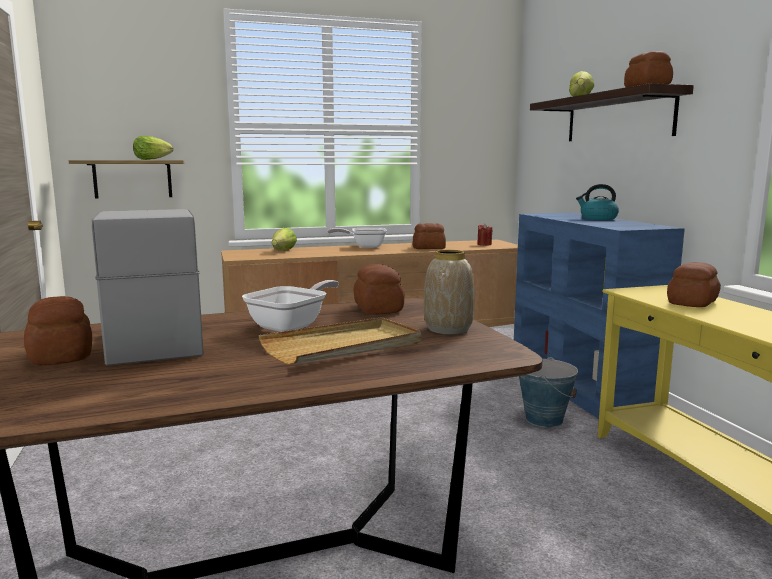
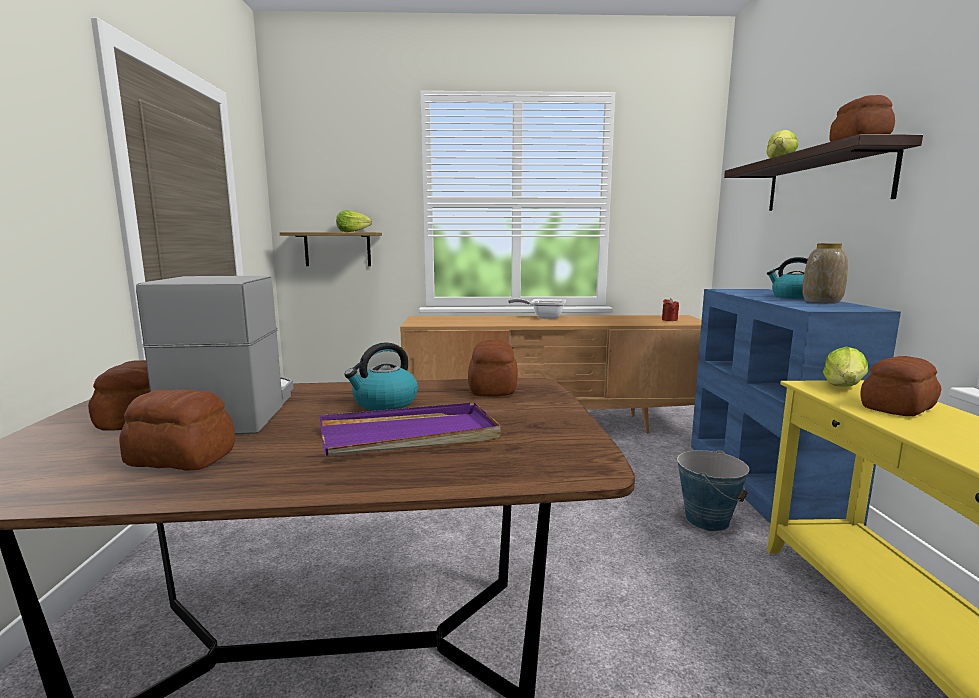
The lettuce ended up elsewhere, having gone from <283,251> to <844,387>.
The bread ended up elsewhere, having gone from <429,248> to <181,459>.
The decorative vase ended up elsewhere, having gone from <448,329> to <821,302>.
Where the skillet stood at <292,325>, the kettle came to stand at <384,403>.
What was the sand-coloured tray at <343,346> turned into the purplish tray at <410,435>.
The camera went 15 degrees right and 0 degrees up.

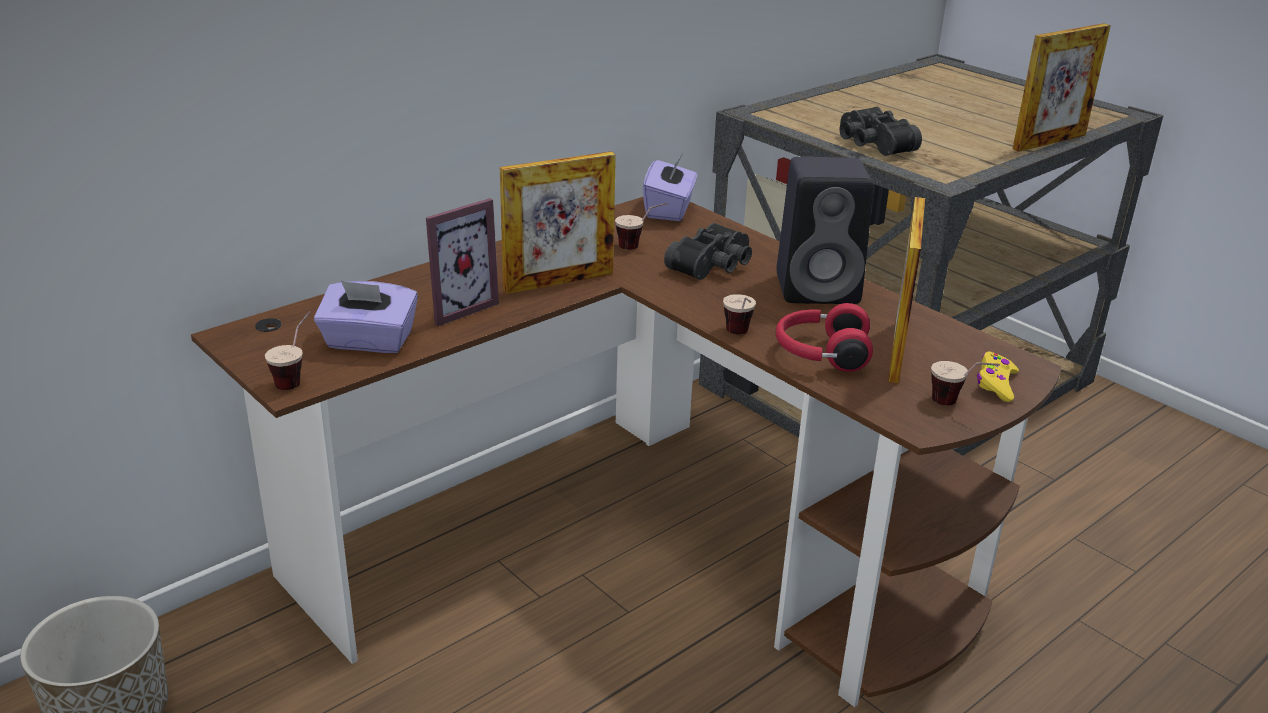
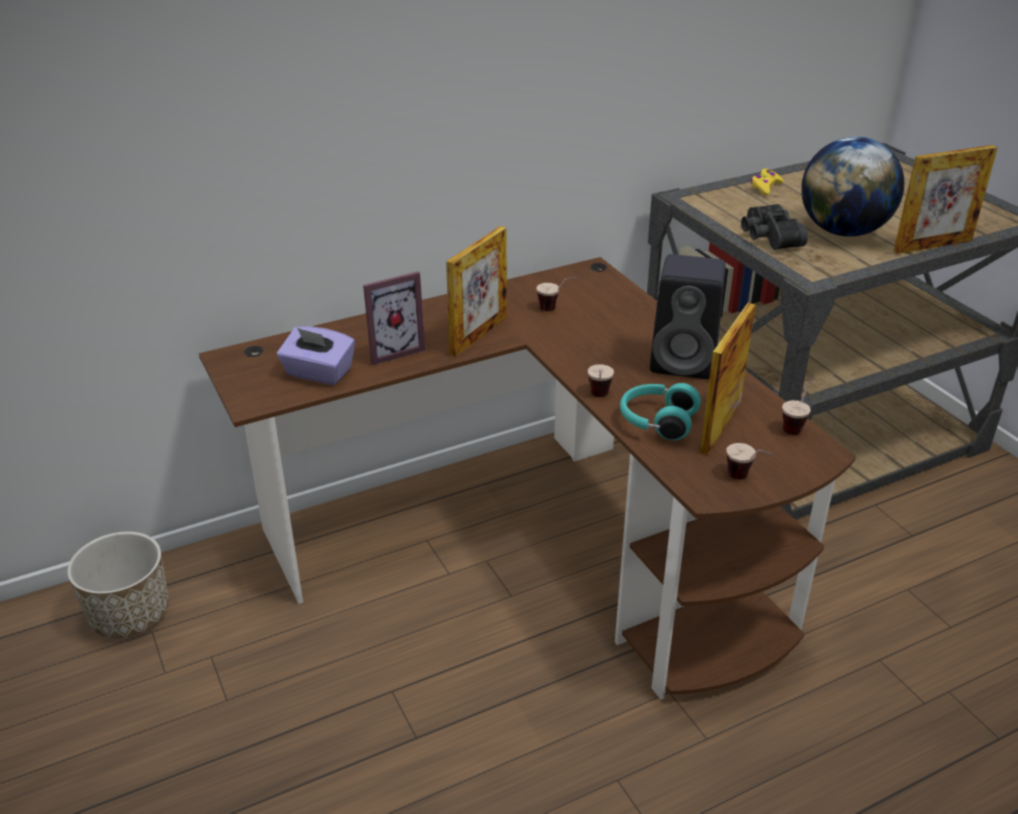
The second view lost the purplish tissue holder at <669,209>.
The second view lost the black-coloured binoculars at <714,266>.
The second view gained the desk globe at <843,231>.
The drinking cup ended up elsewhere, having gone from <296,377> to <796,424>.
The yellowish gamepad ended up elsewhere, having gone from <995,384> to <765,187>.
What was the red headphones at <820,354> turned into the turquoise-coloured headphones at <656,422>.
The standing frame at <558,282> ended up facing another way, 45 degrees counterclockwise from before.
The camera went 15 degrees right and 5 degrees up.

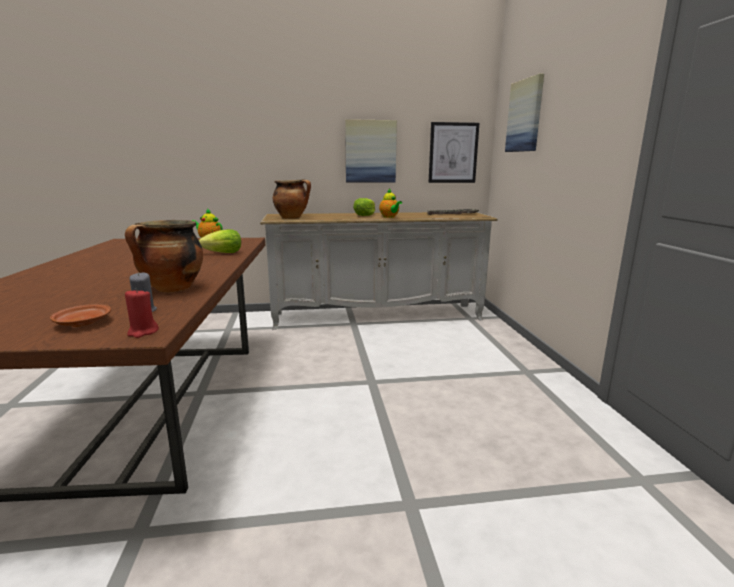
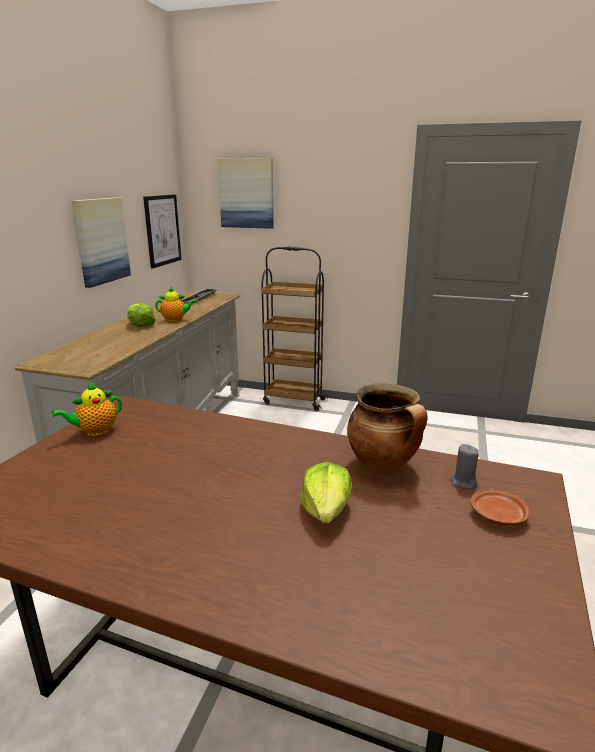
The second view lost the red wax candle at <142,332>.
The second view lost the stockpot at <292,218>.
The second view gained the brown wheeled cart at <294,401>.
The lettuce ended up elsewhere, having gone from <223,253> to <326,510>.
The camera went 65 degrees left and 5 degrees up.

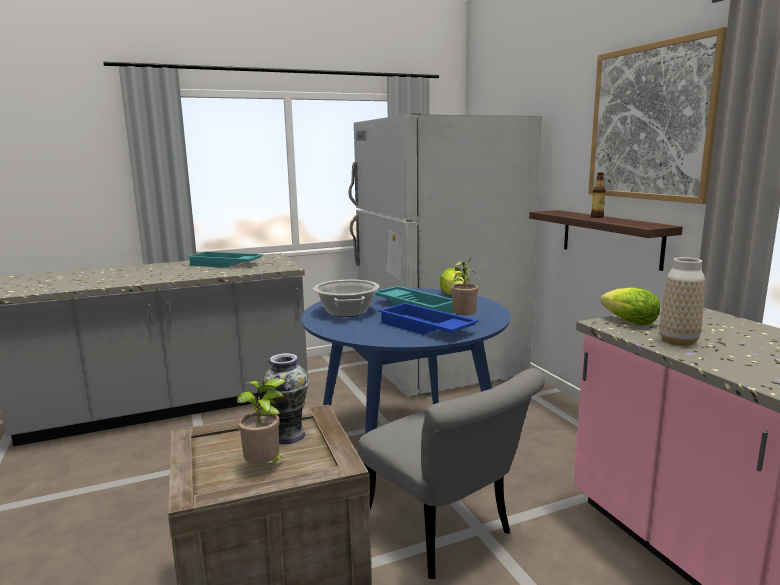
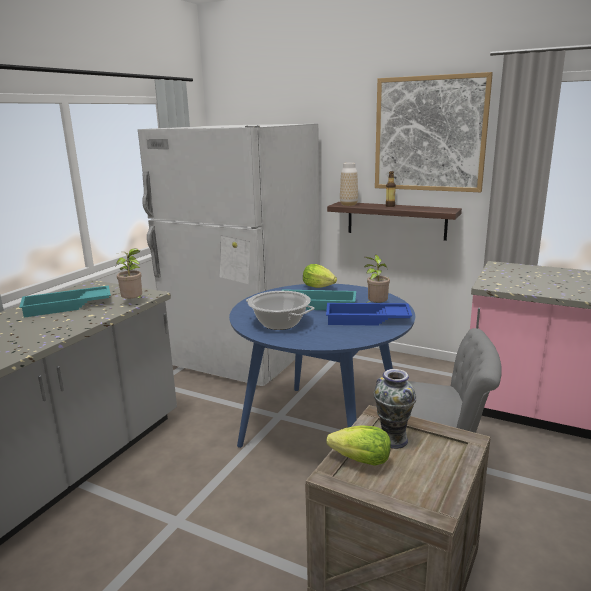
The potted plant ended up elsewhere, having gone from <265,467> to <134,302>.
The lettuce ended up elsewhere, having gone from <629,322> to <361,461>.
The decorative vase ended up elsewhere, having gone from <678,341> to <348,204>.
The camera went 40 degrees left and 5 degrees up.

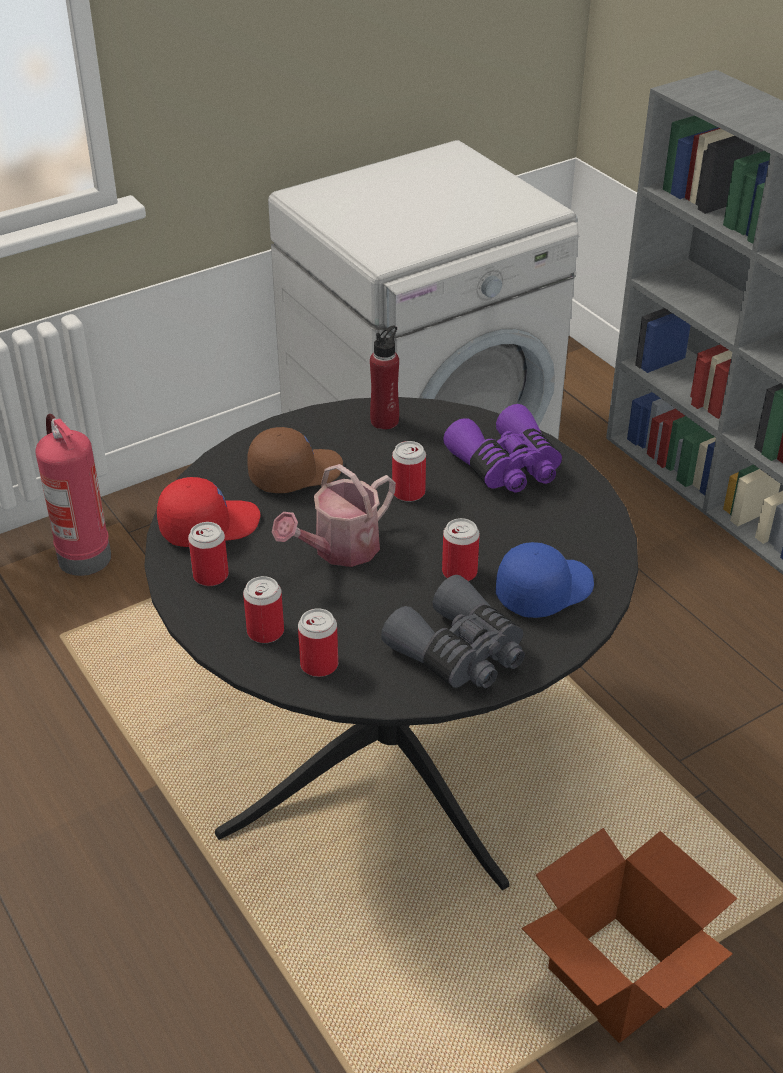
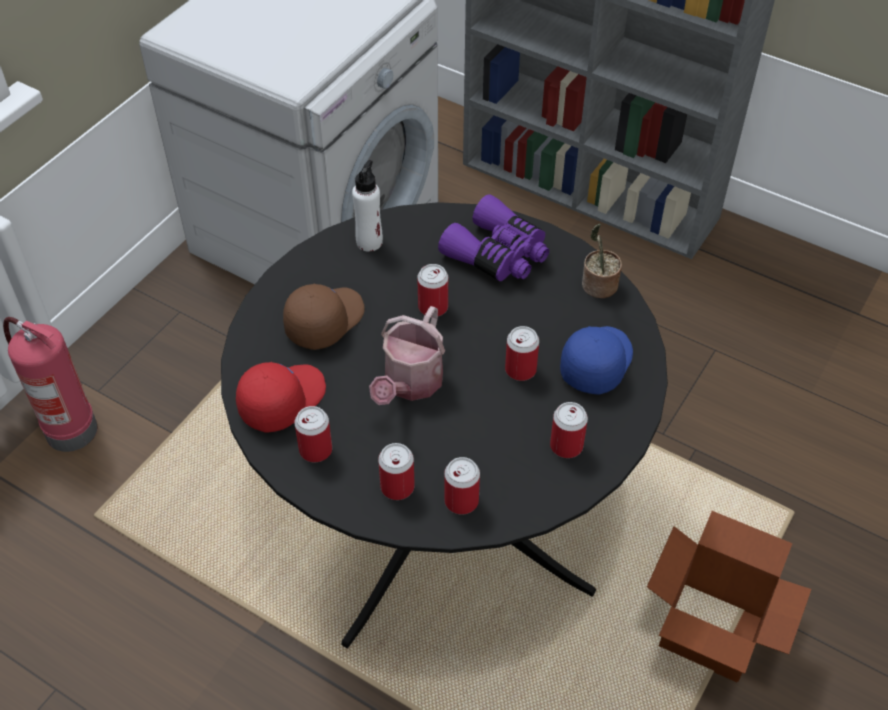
The second view gained the potted plant at <598,286>.
Where the gray binoculars stood at <460,653>, the sealed can came to stand at <566,446>.
What was the red beverage bottle at <384,421> turned into the white beverage bottle at <369,242>.
The camera went 25 degrees left and 10 degrees up.

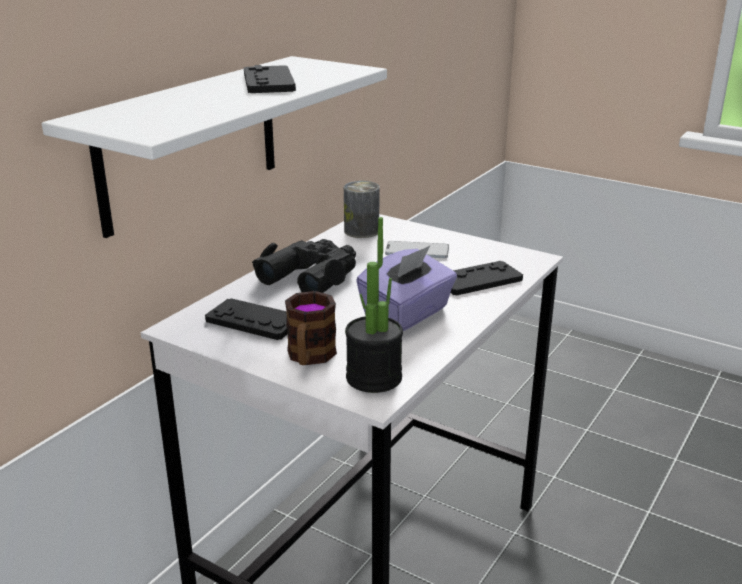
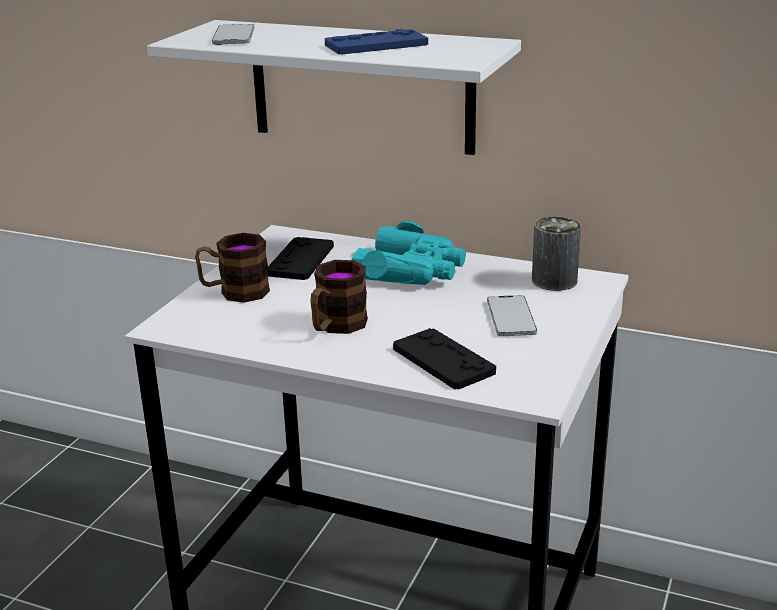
The second view lost the potted plant at <374,378>.
The second view gained the phone at <233,36>.
Where the purplish tissue holder stood at <407,314>, the tea mug came to stand at <336,327>.
What was the black-coloured gamepad at <268,82> turned into the blue gamepad at <376,45>.
What was the black-coloured binoculars at <312,275> turned into the turquoise-coloured binoculars at <411,271>.
The camera went 80 degrees right and 0 degrees up.

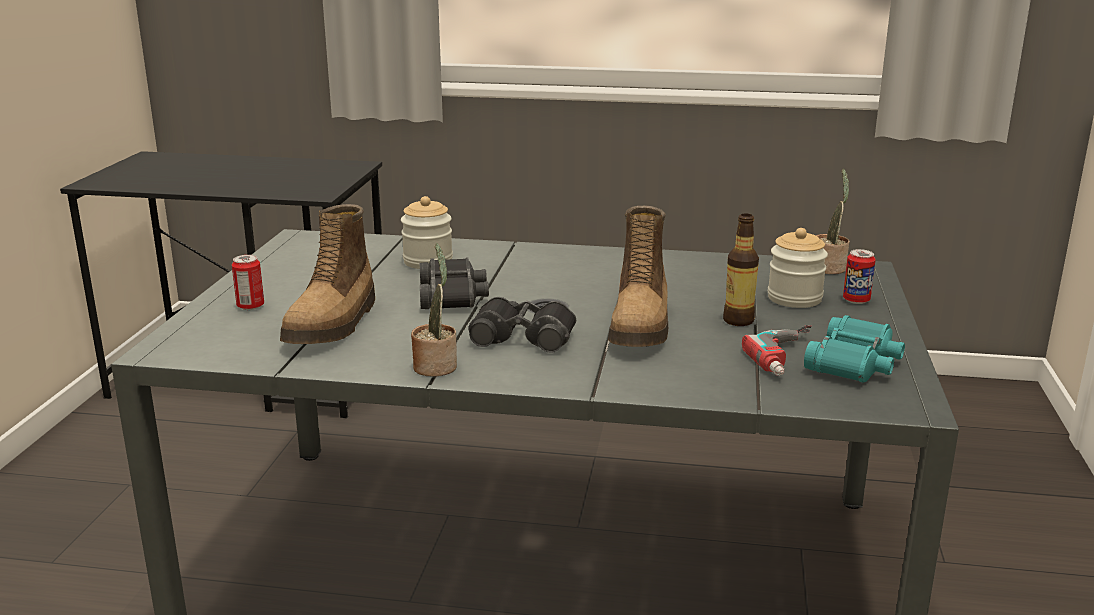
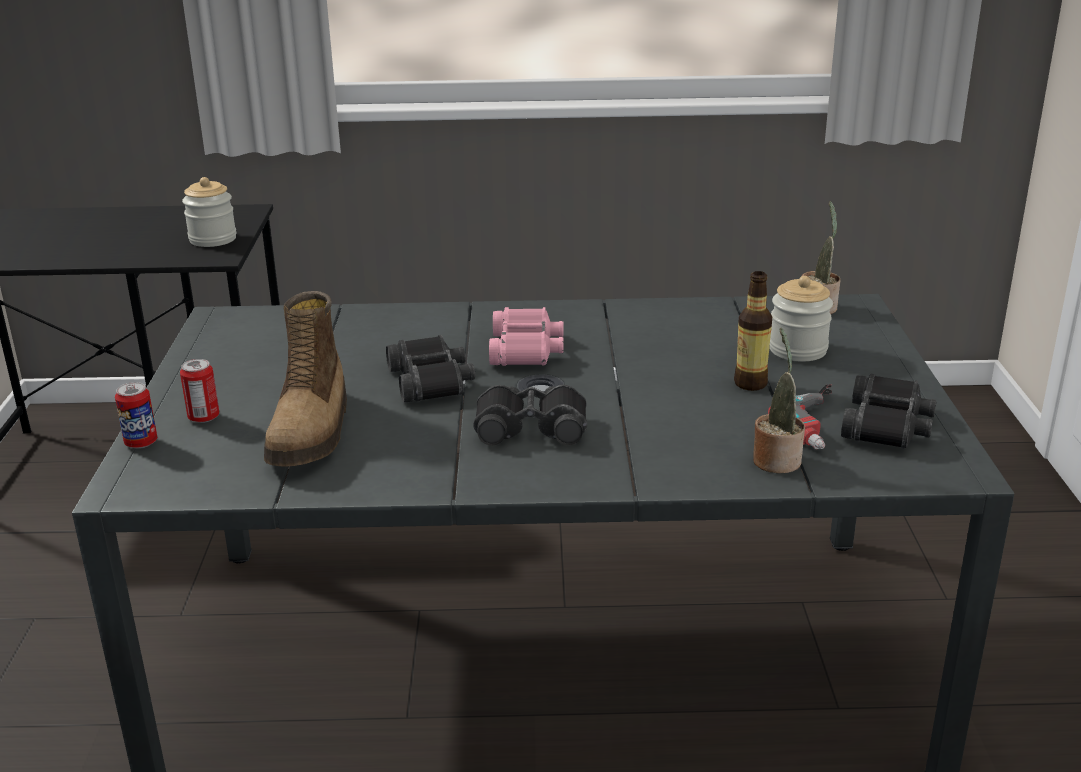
The second view lost the boot at <641,326>.
The second view gained the pink binoculars at <527,350>.
The storage jar ended up elsewhere, having gone from <428,261> to <213,239>.
The potted plant ended up elsewhere, having gone from <436,365> to <776,459>.
The sealed can ended up elsewhere, having gone from <856,300> to <141,443>.
What was the turquoise-coloured binoculars at <855,364> turned into the black-coloured binoculars at <887,425>.
The camera went 10 degrees left and 5 degrees up.

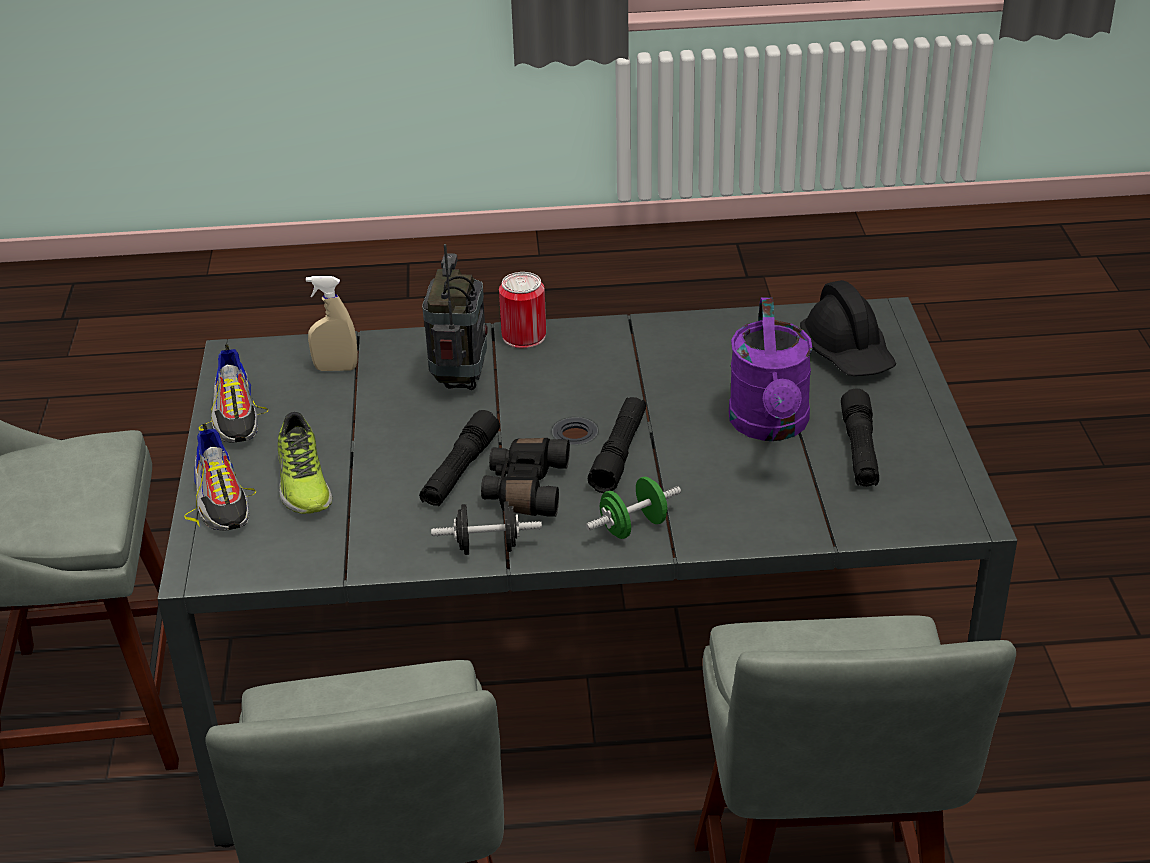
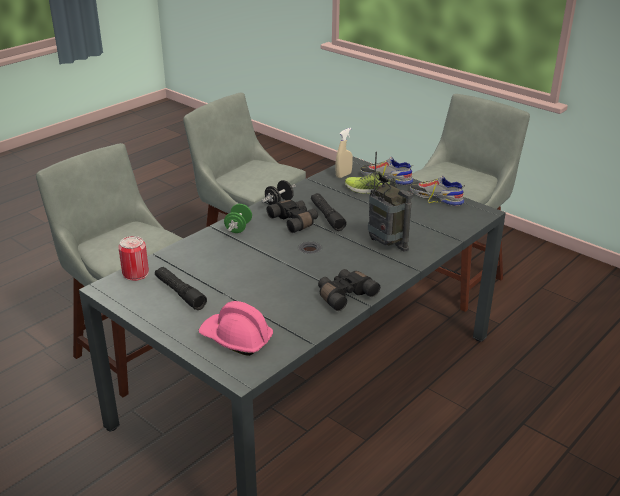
The second view lost the black-coloured flashlight at <619,453>.
The second view lost the purplish watering can at <770,427>.
The second view gained the black-coloured binoculars at <344,295>.
The sand-coloured hand sprayer ended up elsewhere, having gone from <336,368> to <343,175>.
The sealed can ended up elsewhere, having gone from <524,336> to <135,273>.
What was the black-coloured hard hat at <847,353> turned into the pink hard hat at <236,339>.
The camera went 135 degrees right and 5 degrees down.

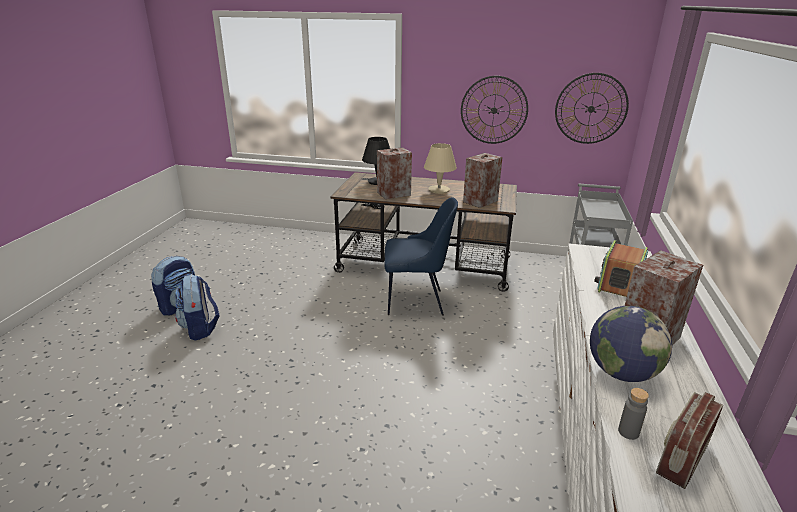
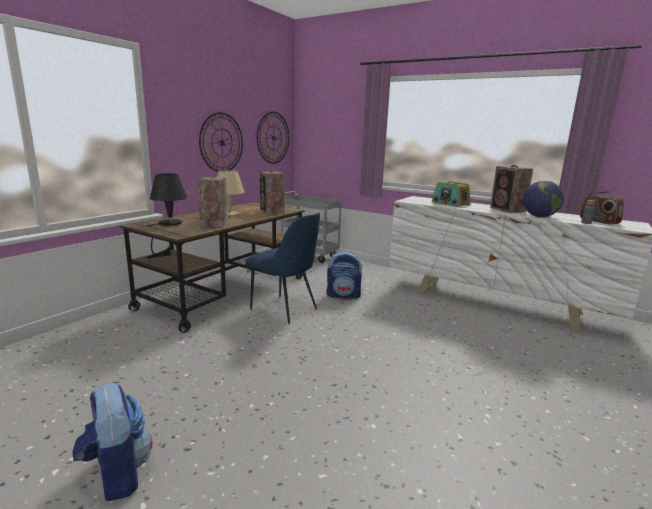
The knapsack ended up elsewhere, having gone from <200,329> to <343,295>.
The blue upright chair at <415,302> ended up facing another way, 105 degrees clockwise from before.
The camera went 70 degrees left and 10 degrees down.

